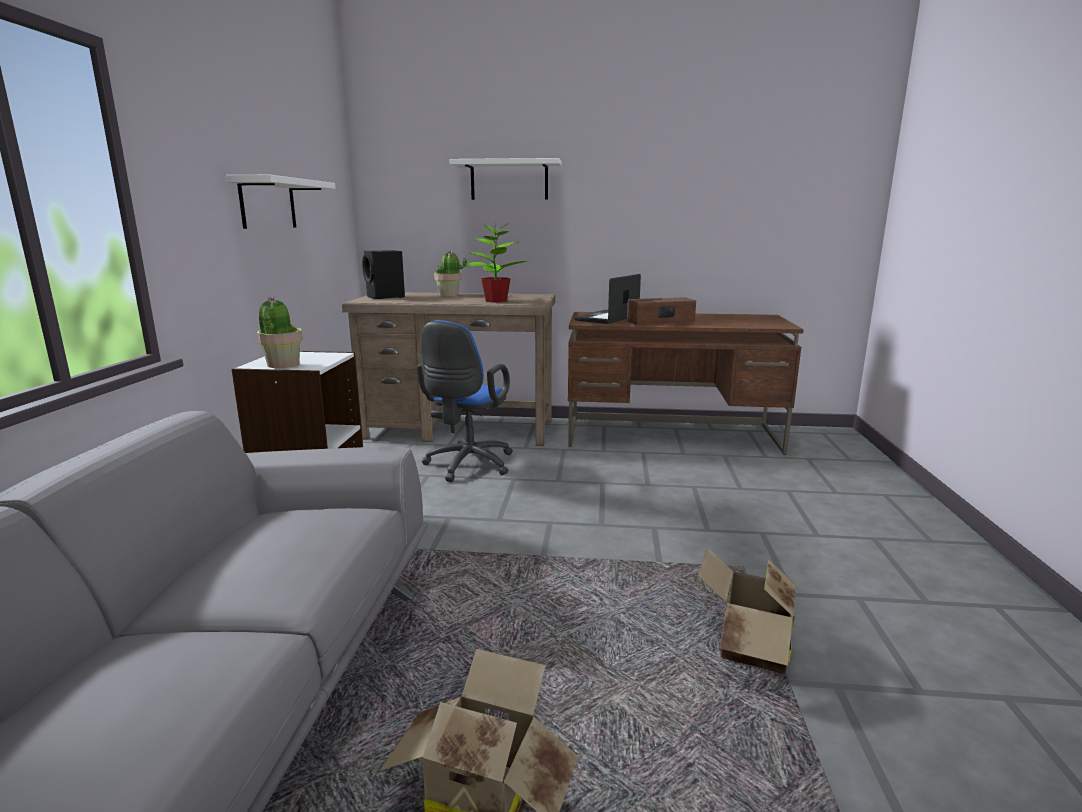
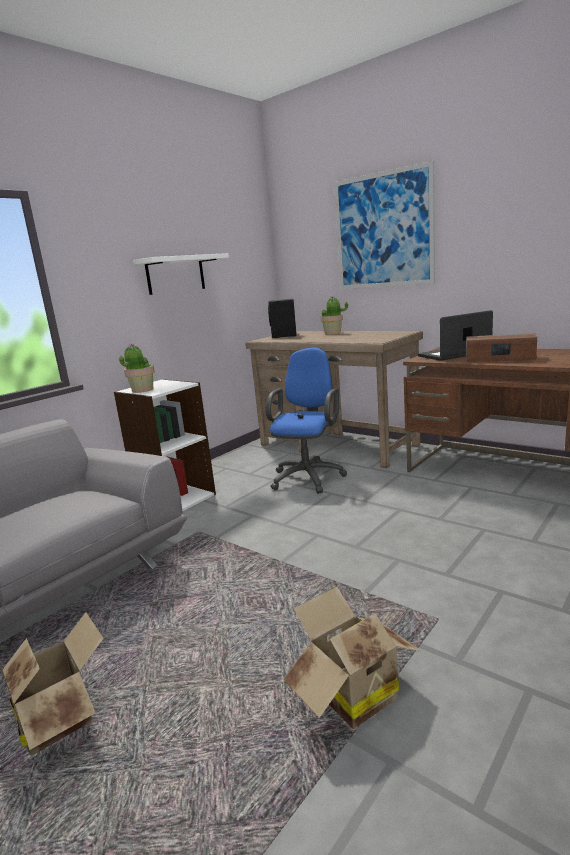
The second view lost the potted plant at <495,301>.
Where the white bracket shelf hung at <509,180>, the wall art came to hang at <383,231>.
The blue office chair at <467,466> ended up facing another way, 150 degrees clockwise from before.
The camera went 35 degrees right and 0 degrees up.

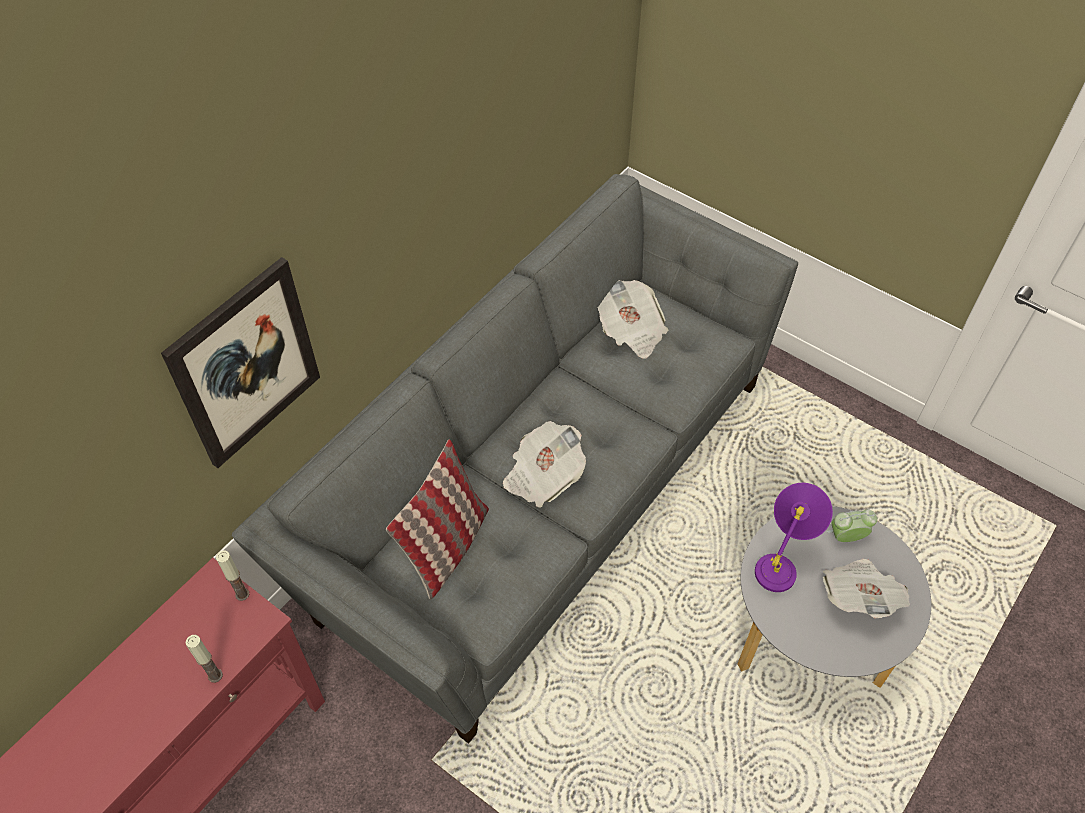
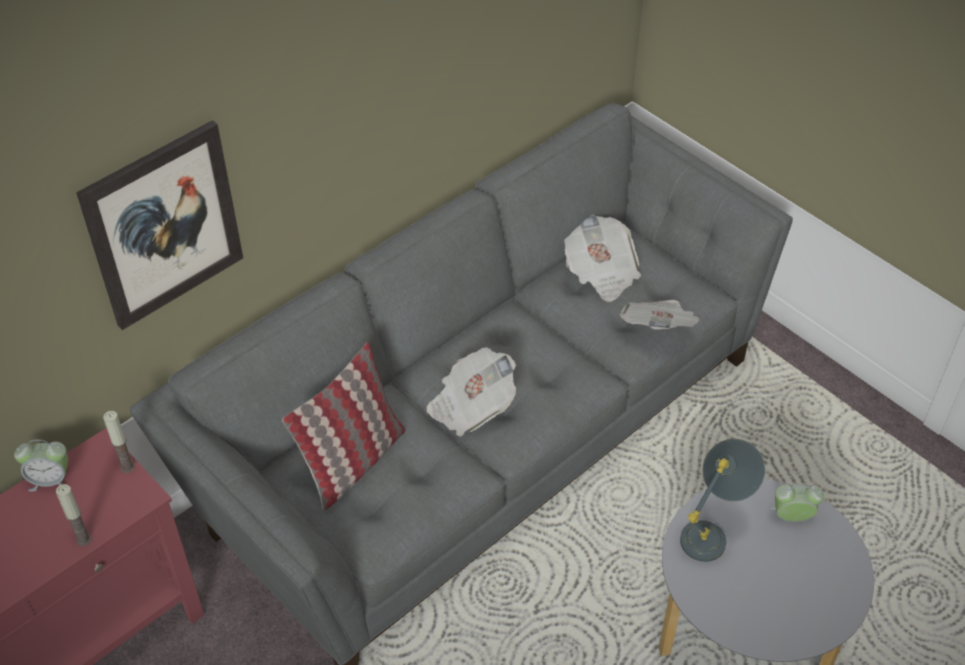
The second view gained the table clock at <51,480>.
The printed paper ended up elsewhere, having gone from <859,597> to <658,328>.
What was the purplish lamp for a table at <782,562> turned into the gray lamp for a table at <713,531>.
The camera went 10 degrees right and 5 degrees down.

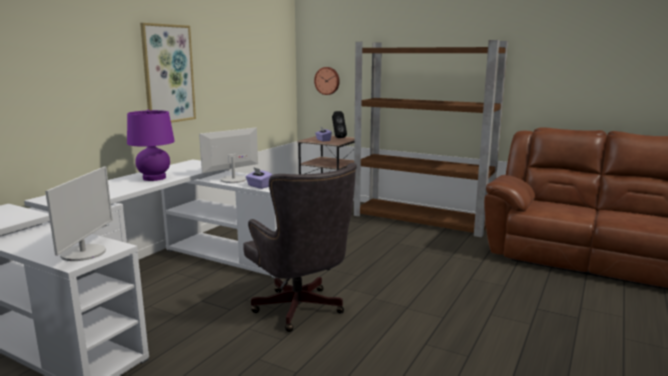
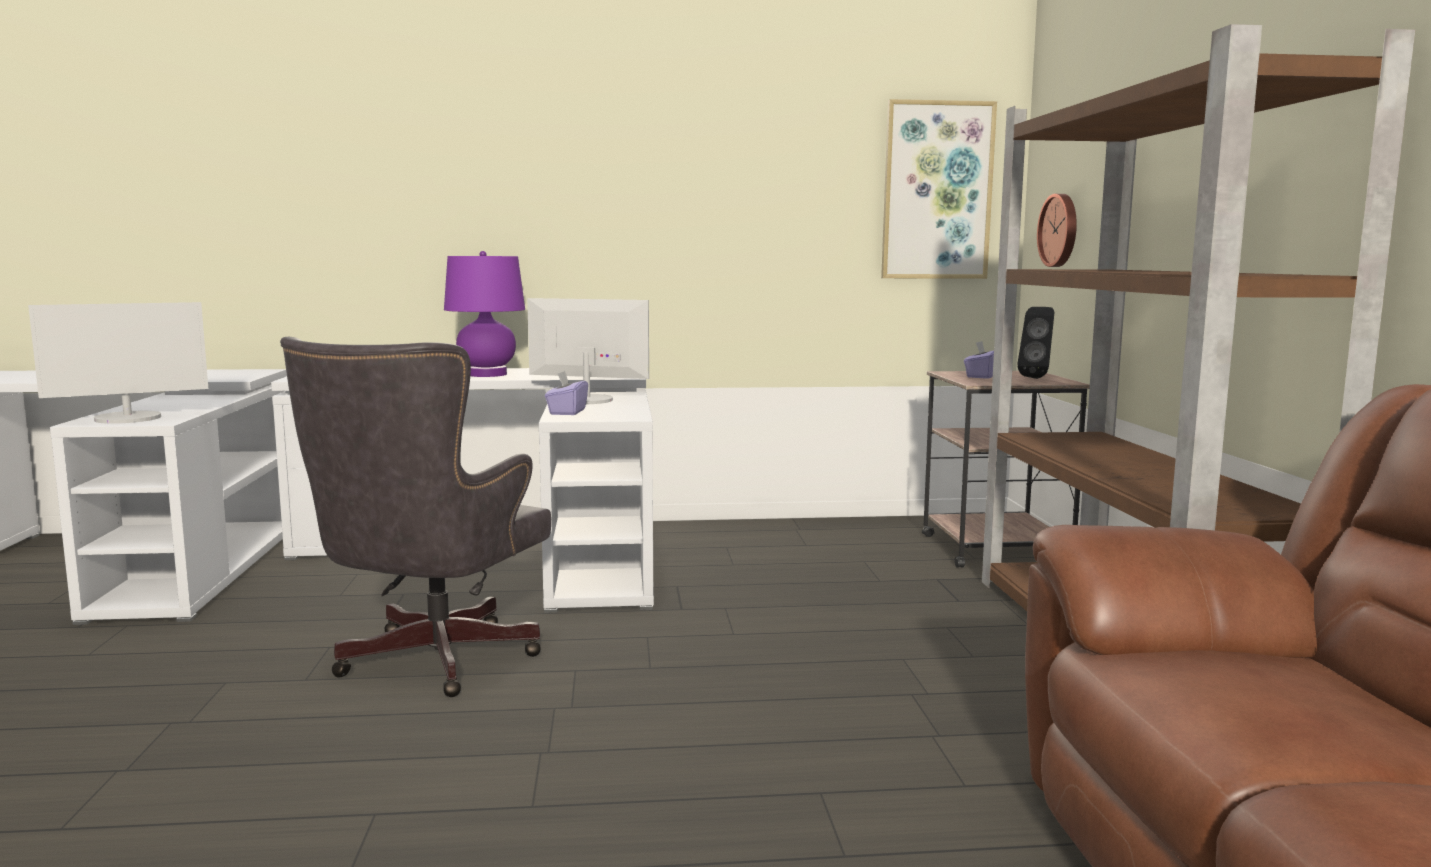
The wall art ended up elsewhere, having gone from <168,74> to <937,191>.
The camera went 55 degrees right and 5 degrees down.

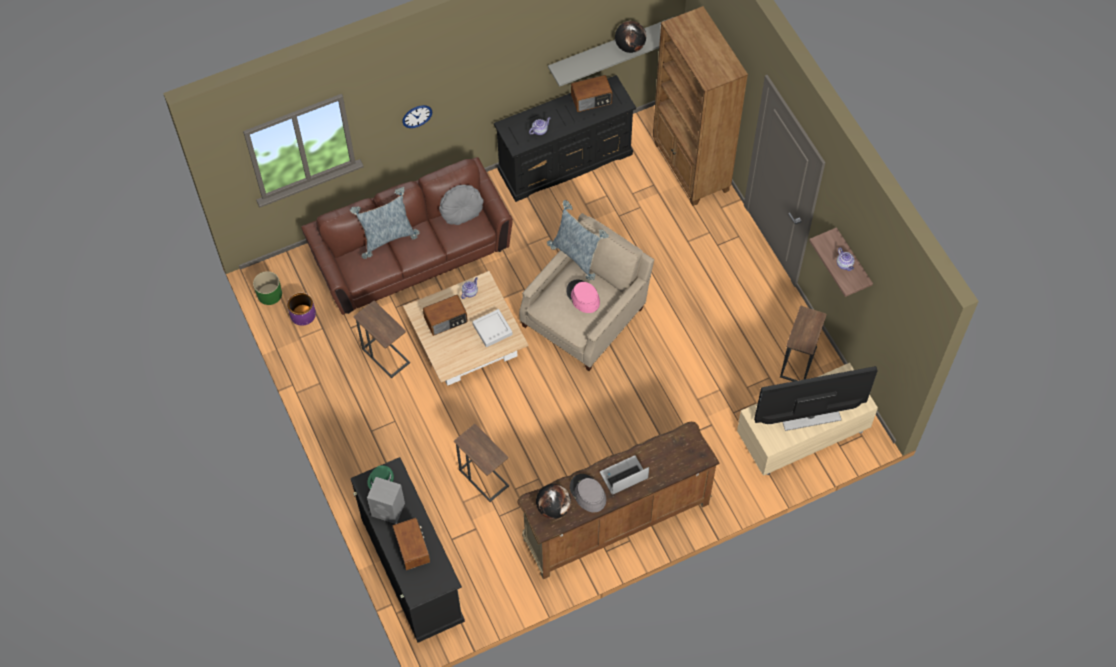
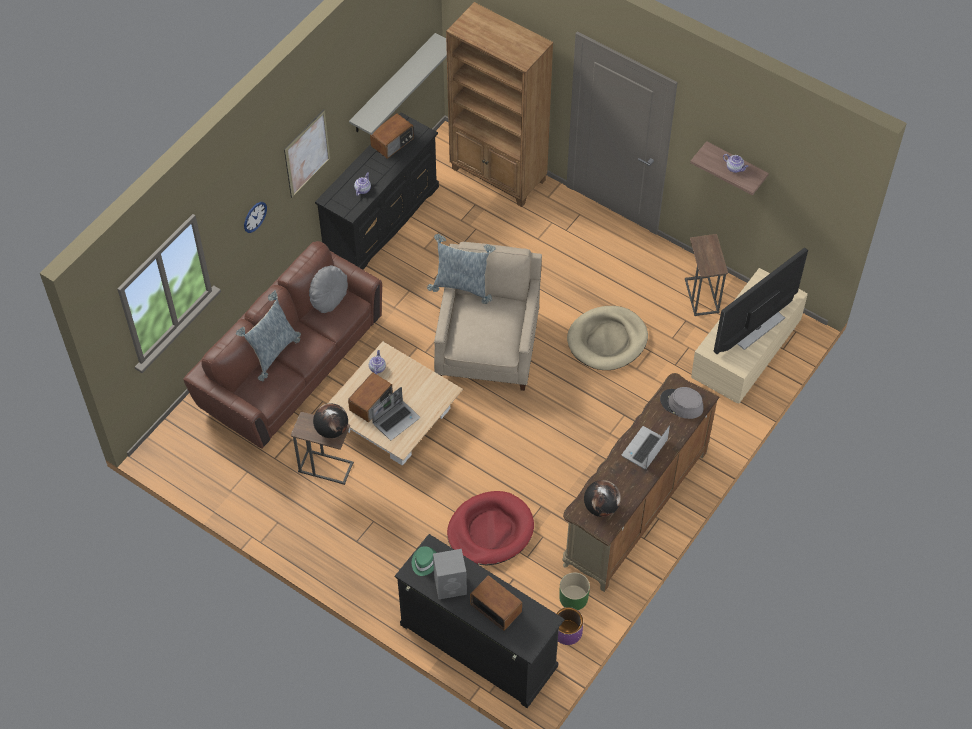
The second view lost the gray tray at <492,329>.
The second view lost the pink wearable hat at <583,297>.
The second view gained the wall art at <307,153>.
The second view gained the portable computer at <396,420>.
The second view gained the sand-coloured pet bed at <607,340>.
The greenish flower pot ended up elsewhere, having gone from <269,294> to <573,598>.
The purplish flower pot ended up elsewhere, having gone from <303,315> to <567,632>.
The gray wearable hat ended up elsewhere, having gone from <587,493> to <681,404>.
The desk globe ended up elsewhere, having gone from <630,46> to <331,429>.
Where the brown end table stood at <483,478>, the red pet bed came to stand at <490,530>.
The camera went 30 degrees left and 5 degrees down.

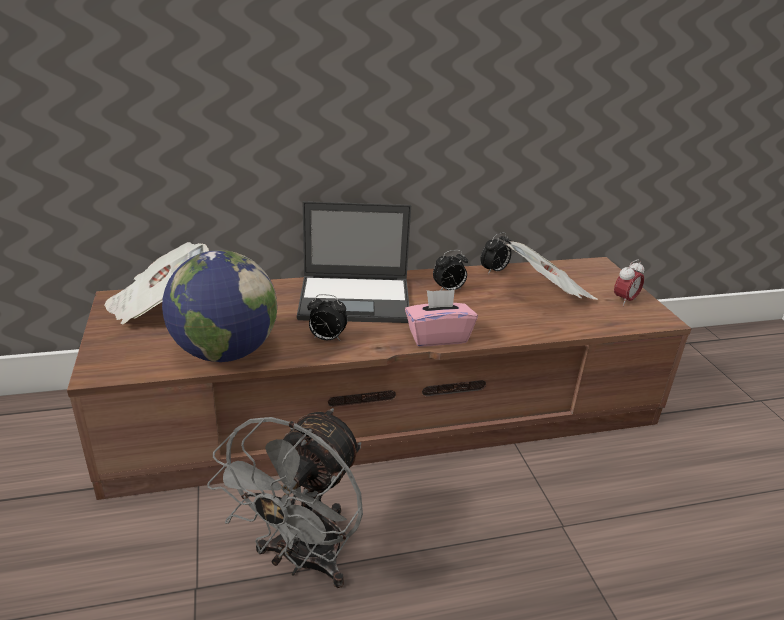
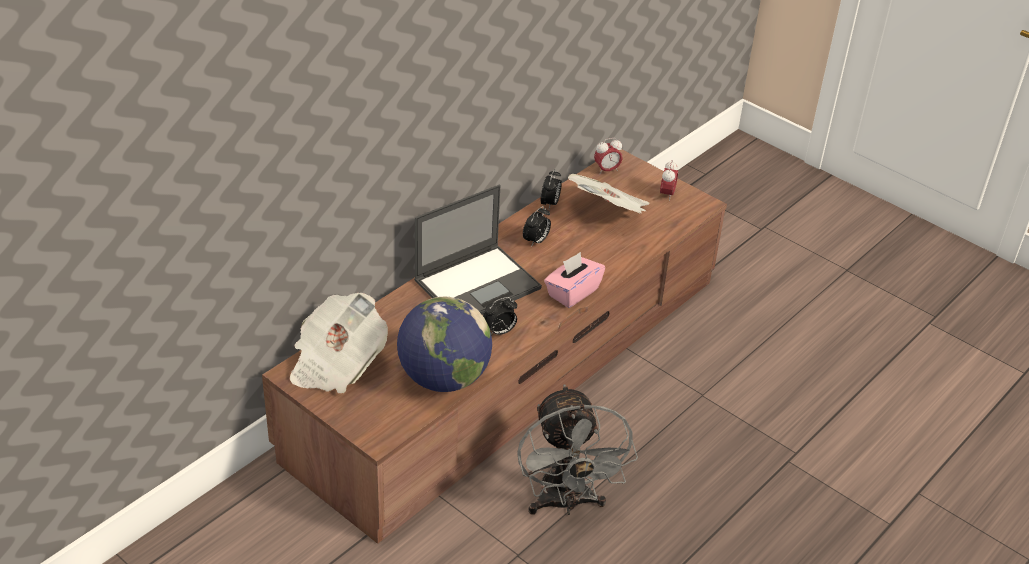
The second view gained the table clock at <606,170>.
The camera went 35 degrees left and 10 degrees up.

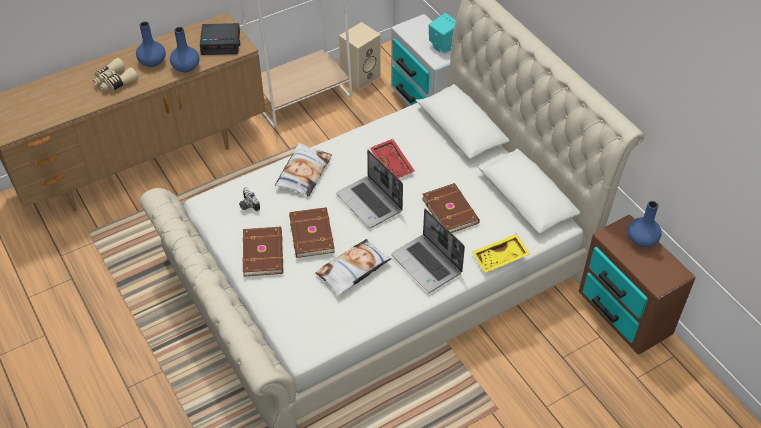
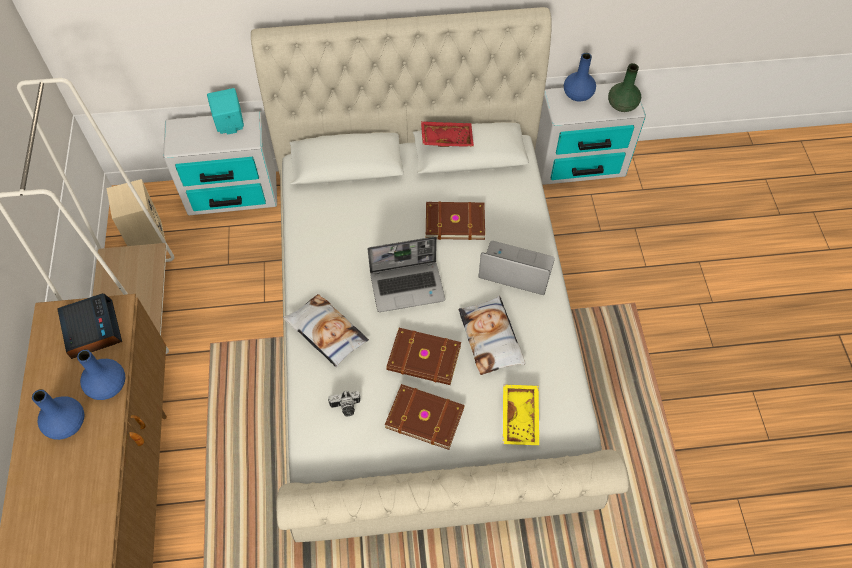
The second view lost the sand-coloured binoculars at <114,81>.
The second view gained the greenish decorative vase at <621,105>.
The red tray ended up elsewhere, having gone from <392,164> to <447,138>.
The yellowish tray ended up elsewhere, having gone from <500,258> to <521,418>.
What was the brown night table at <622,317> turned into the white night table at <578,169>.
The table clock at <221,43> ended up facing another way, 45 degrees counterclockwise from before.
The portable computer at <427,264> ended up facing another way, 150 degrees counterclockwise from before.
The camera went 65 degrees left and 10 degrees up.

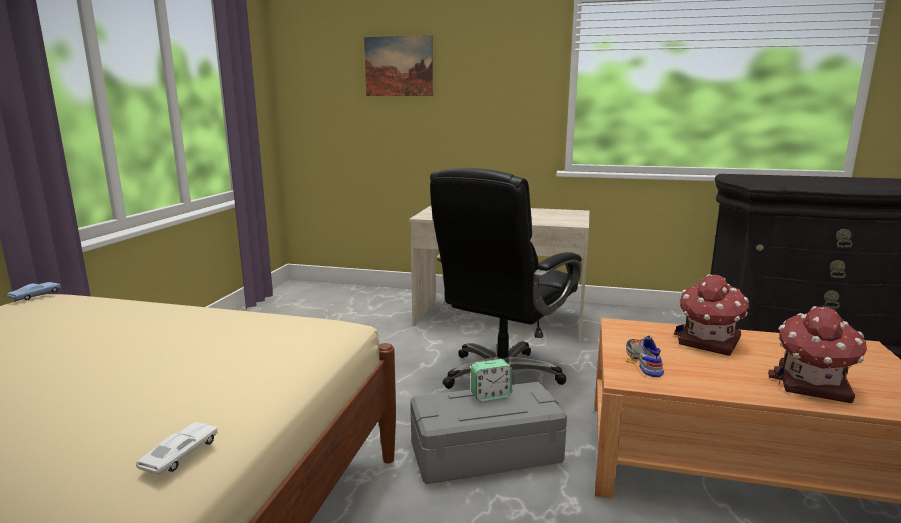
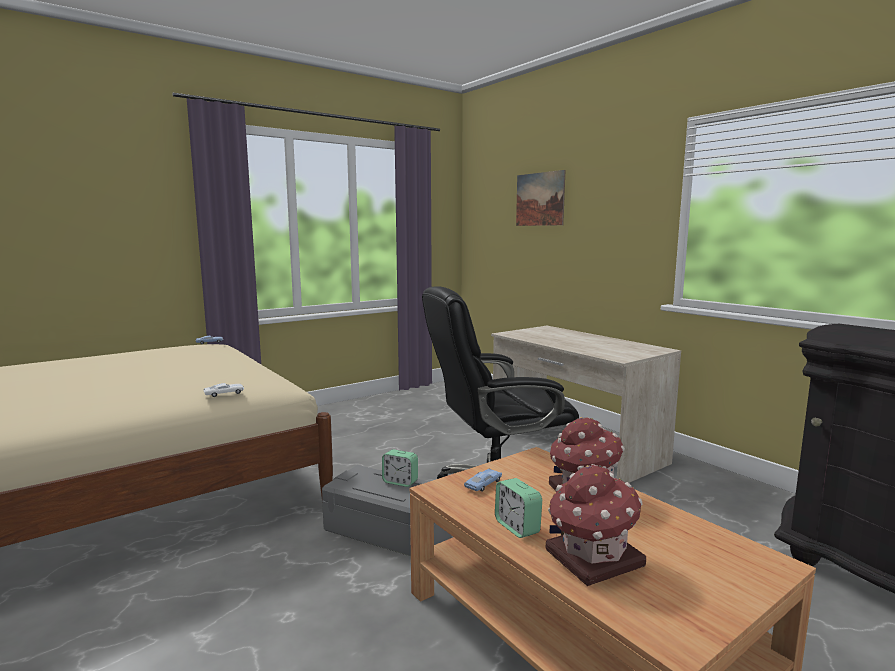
The second view gained the table clock at <517,527>.
The white model car ended up elsewhere, having gone from <181,455> to <224,394>.
Where the item of footwear stood at <643,361>, the blue model car came to stand at <483,484>.
The camera went 40 degrees right and 5 degrees down.

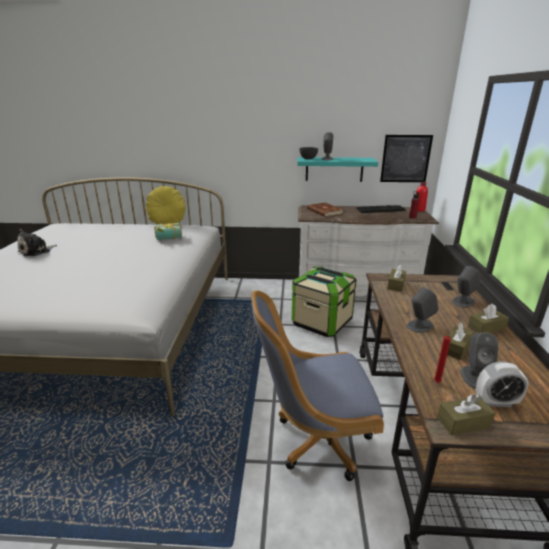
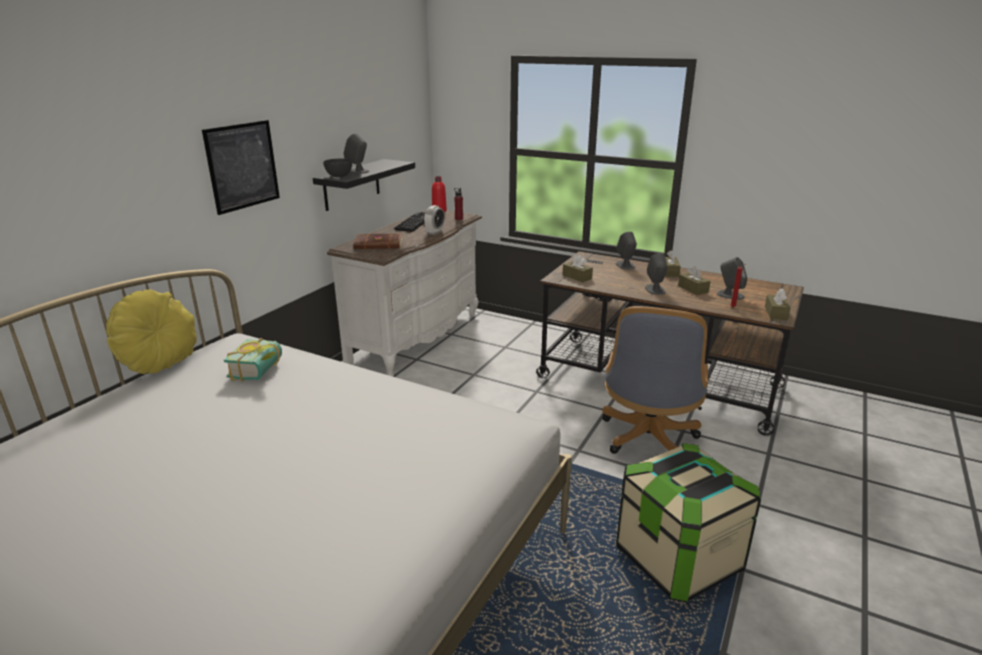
The second view lost the plush toy at <36,251>.
The storage box ended up elsewhere, having gone from <321,322> to <677,559>.
The wall art ended up elsewhere, having gone from <405,159> to <242,166>.
The table clock ended up elsewhere, having gone from <495,402> to <434,232>.
What was the turquoise-coloured bracket shelf at <334,169> turned into the black-coloured bracket shelf at <352,184>.
The camera went 65 degrees left and 0 degrees up.

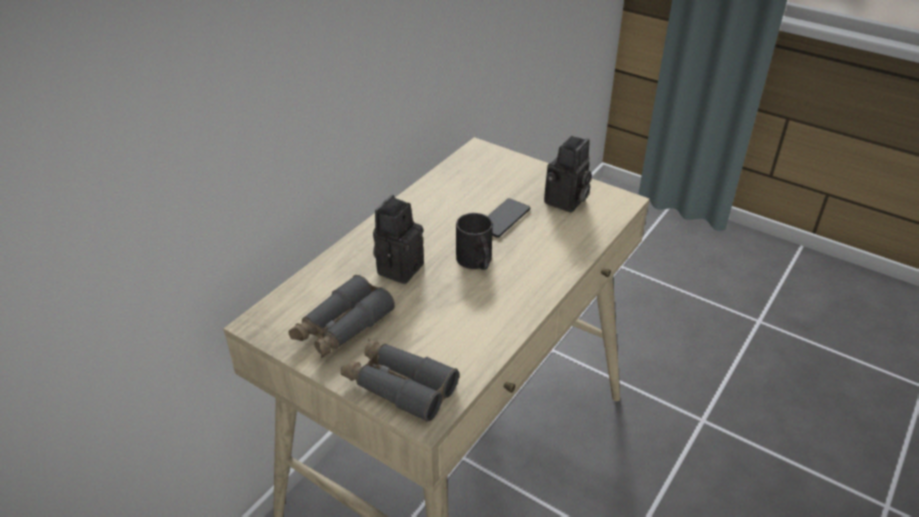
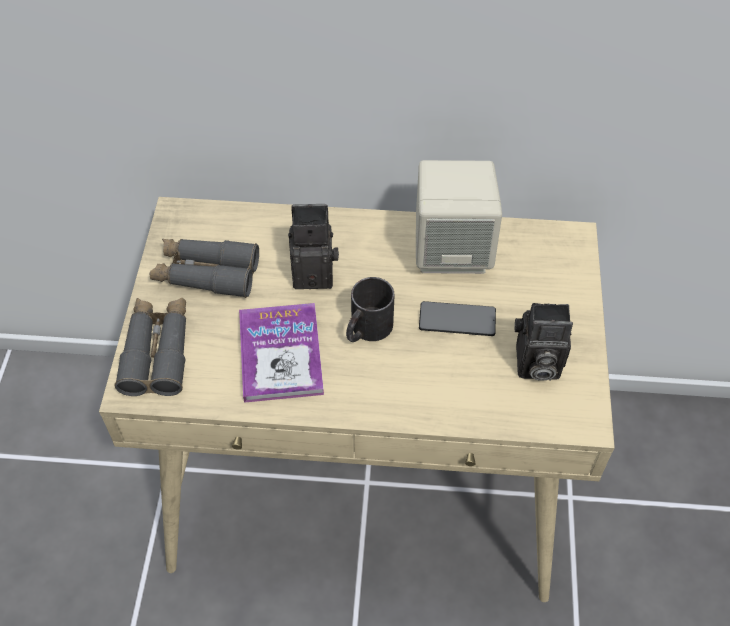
The second view gained the book at <280,354>.
The second view gained the sand-coloured loudspeaker at <452,250>.
The camera went 60 degrees right and 15 degrees up.

